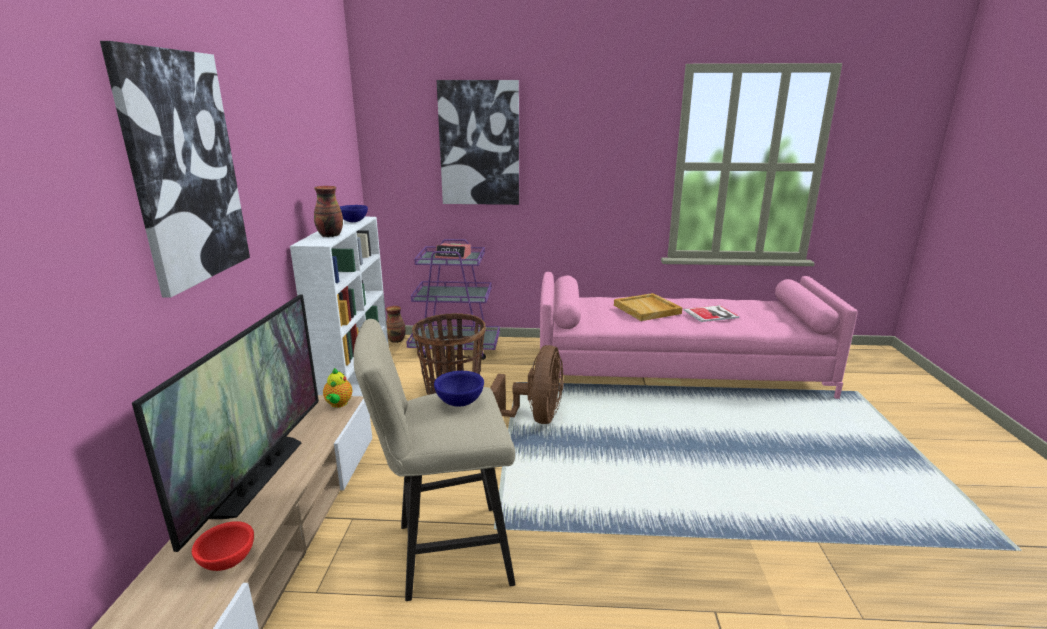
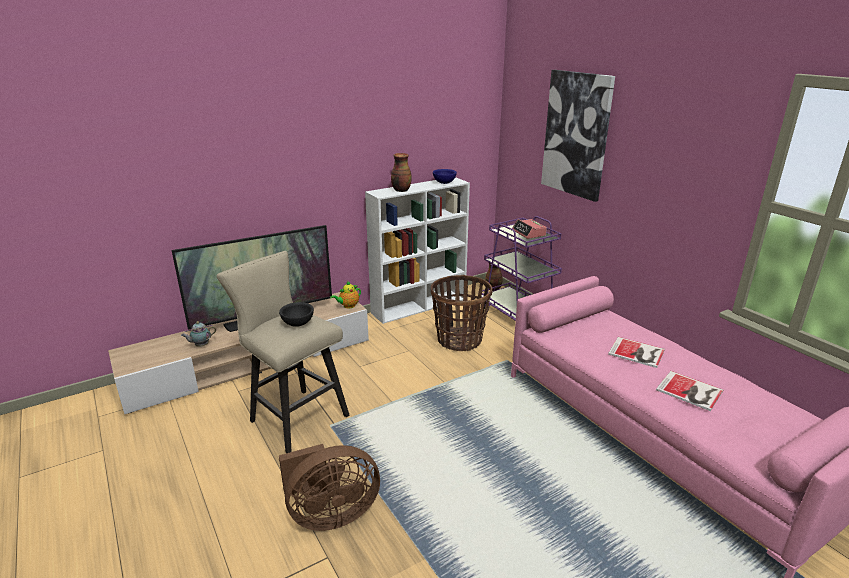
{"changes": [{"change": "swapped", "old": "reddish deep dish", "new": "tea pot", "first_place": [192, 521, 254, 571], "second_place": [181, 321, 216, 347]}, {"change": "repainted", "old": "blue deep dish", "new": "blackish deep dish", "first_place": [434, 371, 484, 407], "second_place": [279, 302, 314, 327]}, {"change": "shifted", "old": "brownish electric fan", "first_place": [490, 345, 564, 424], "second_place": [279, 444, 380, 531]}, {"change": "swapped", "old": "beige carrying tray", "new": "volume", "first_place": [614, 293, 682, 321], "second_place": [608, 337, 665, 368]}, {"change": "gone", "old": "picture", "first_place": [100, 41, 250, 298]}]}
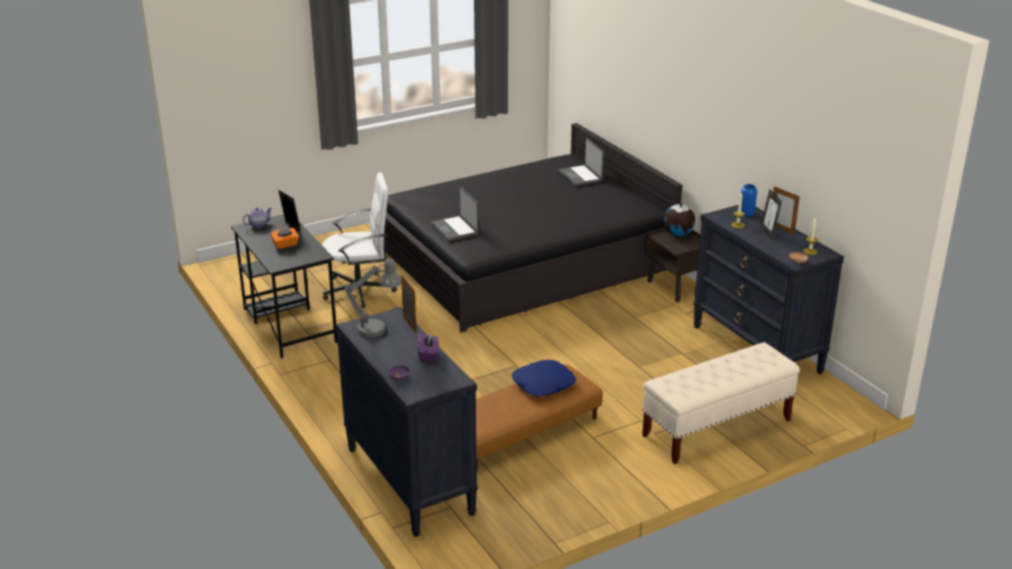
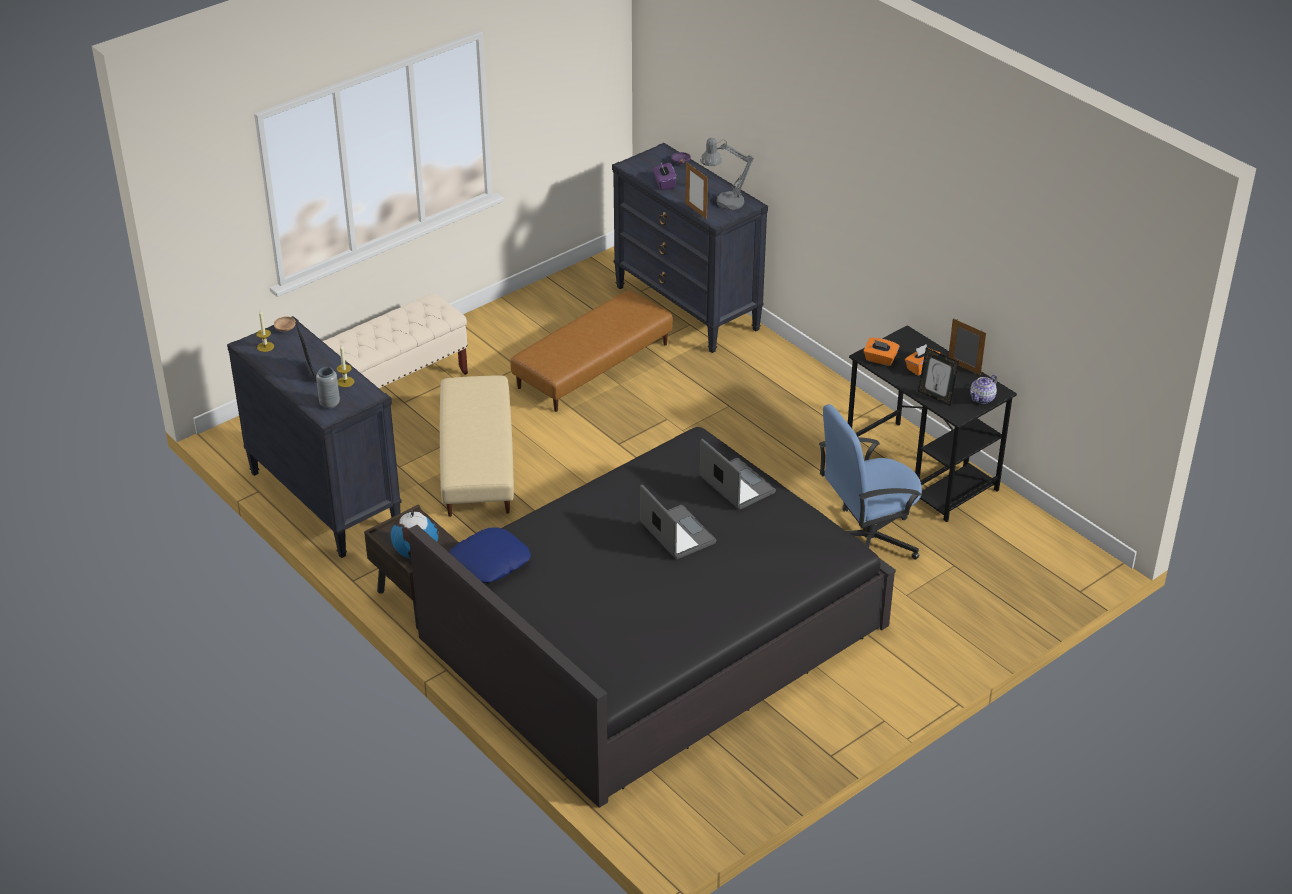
{"changes": [{"change": "repainted", "old": "blue decorative vase", "new": "greyish decorative vase", "first_place": [741, 184, 757, 217], "second_place": [316, 367, 340, 409]}, {"change": "new", "new": "beige ottoman", "second_place": [440, 375, 514, 517]}, {"change": "shifted", "old": "blue throw pillow", "first_place": [512, 360, 576, 397], "second_place": [449, 527, 531, 583]}, {"change": "shifted", "old": "laptop", "first_place": [558, 138, 604, 186], "second_place": [640, 485, 716, 559]}, {"change": "repainted", "old": "white computer chair", "new": "blue computer chair", "first_place": [322, 172, 397, 308], "second_place": [819, 404, 922, 560]}, {"change": "new", "new": "orange-coloured tissue holder", "second_place": [864, 338, 899, 366]}, {"change": "shifted", "old": "picture frame", "first_place": [773, 186, 800, 235], "second_place": [948, 318, 986, 376]}]}
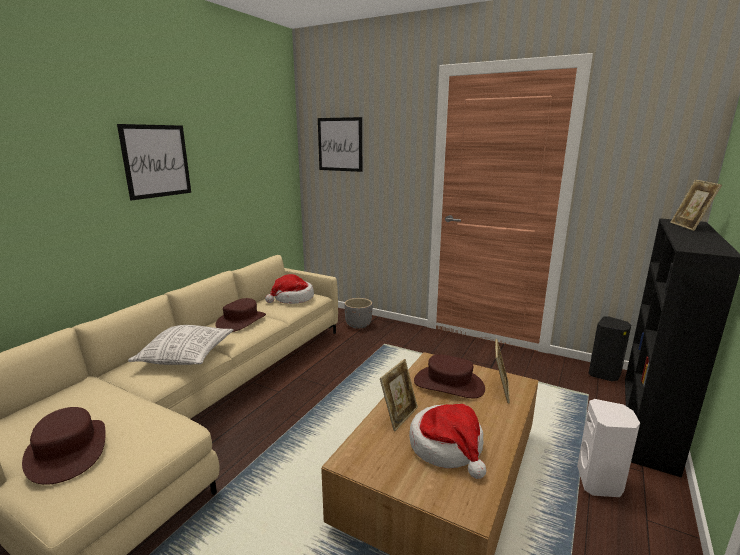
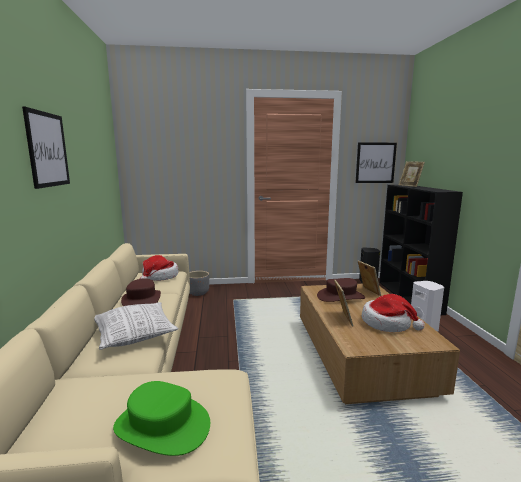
{"changes": [{"change": "repainted", "old": "brownish wearable hat", "new": "green wearable hat", "first_place": [22, 407, 105, 485], "second_place": [113, 381, 210, 456]}, {"change": "shifted", "old": "picture", "first_place": [318, 117, 362, 172], "second_place": [355, 142, 397, 183]}]}
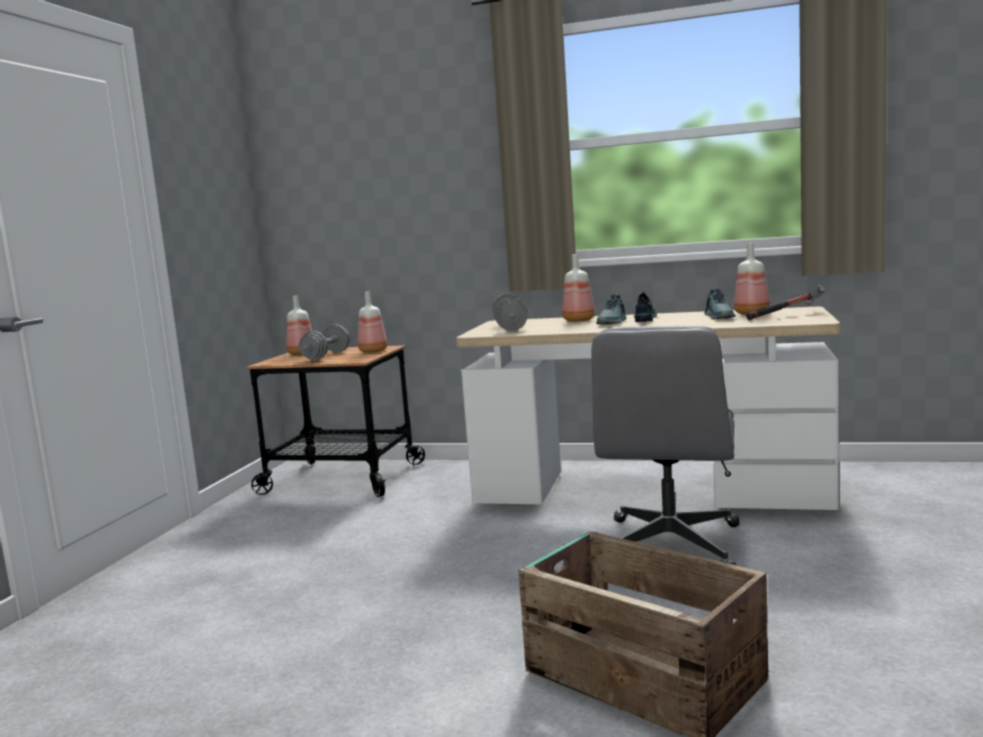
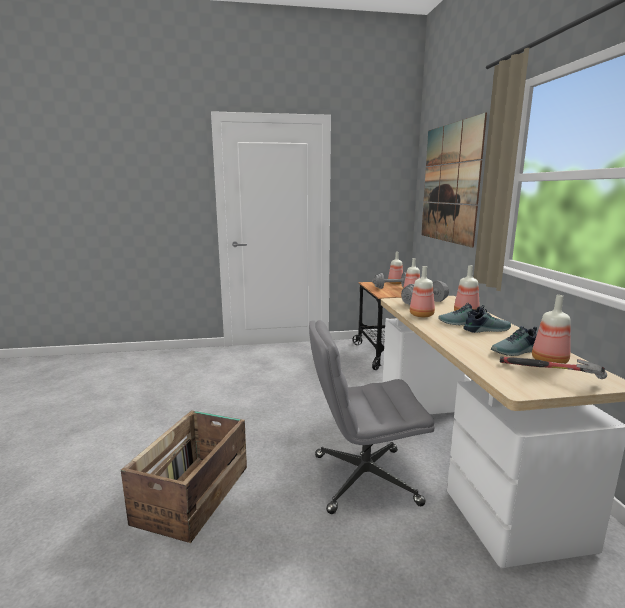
{"changes": [{"change": "new", "new": "drink bottle", "second_place": [410, 266, 435, 317]}, {"change": "new", "new": "picture", "second_place": [421, 112, 487, 248]}]}
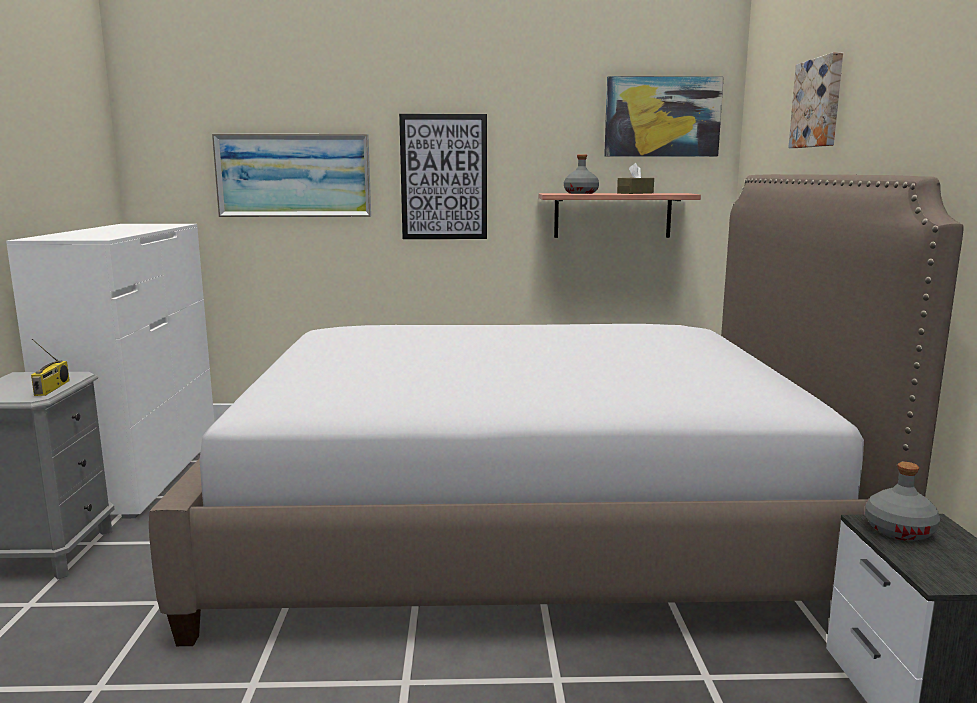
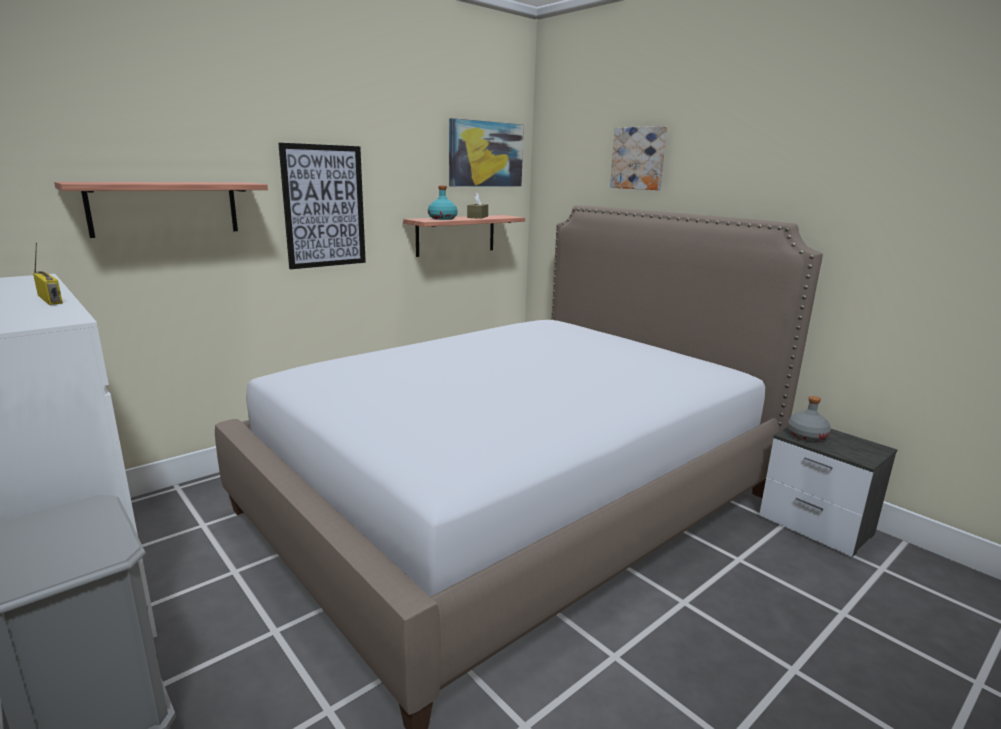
{"changes": [{"change": "shifted", "old": "radio", "first_place": [31, 339, 70, 396], "second_place": [33, 242, 63, 305]}, {"change": "swapped", "old": "picture", "new": "bracket shelf", "first_place": [212, 134, 371, 217], "second_place": [54, 182, 268, 238]}, {"change": "repainted", "old": "greyish drink bottle", "new": "blue-green drink bottle", "first_place": [564, 154, 599, 194], "second_place": [428, 186, 458, 220]}]}
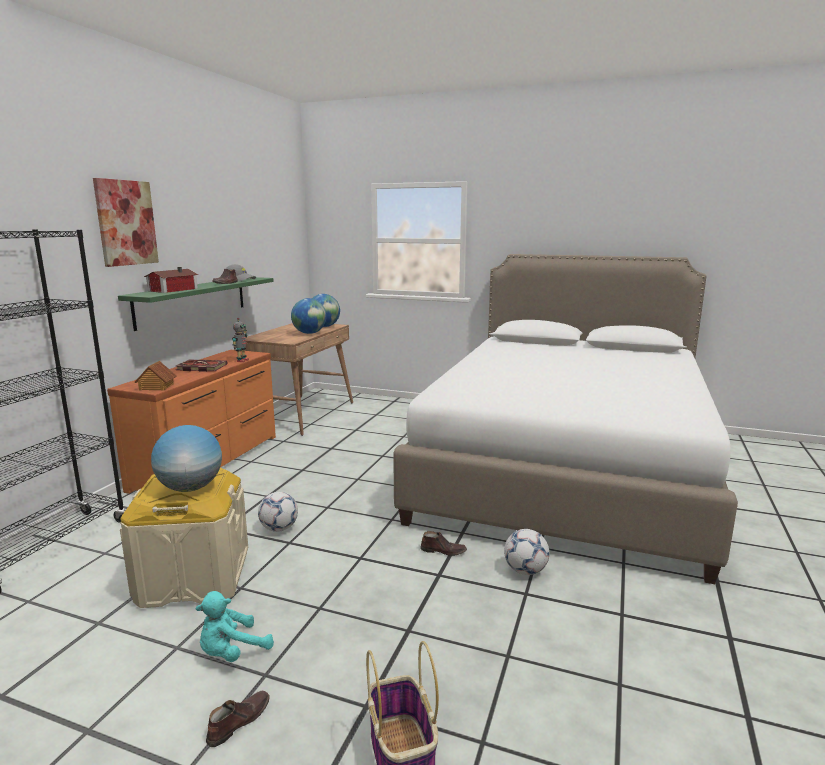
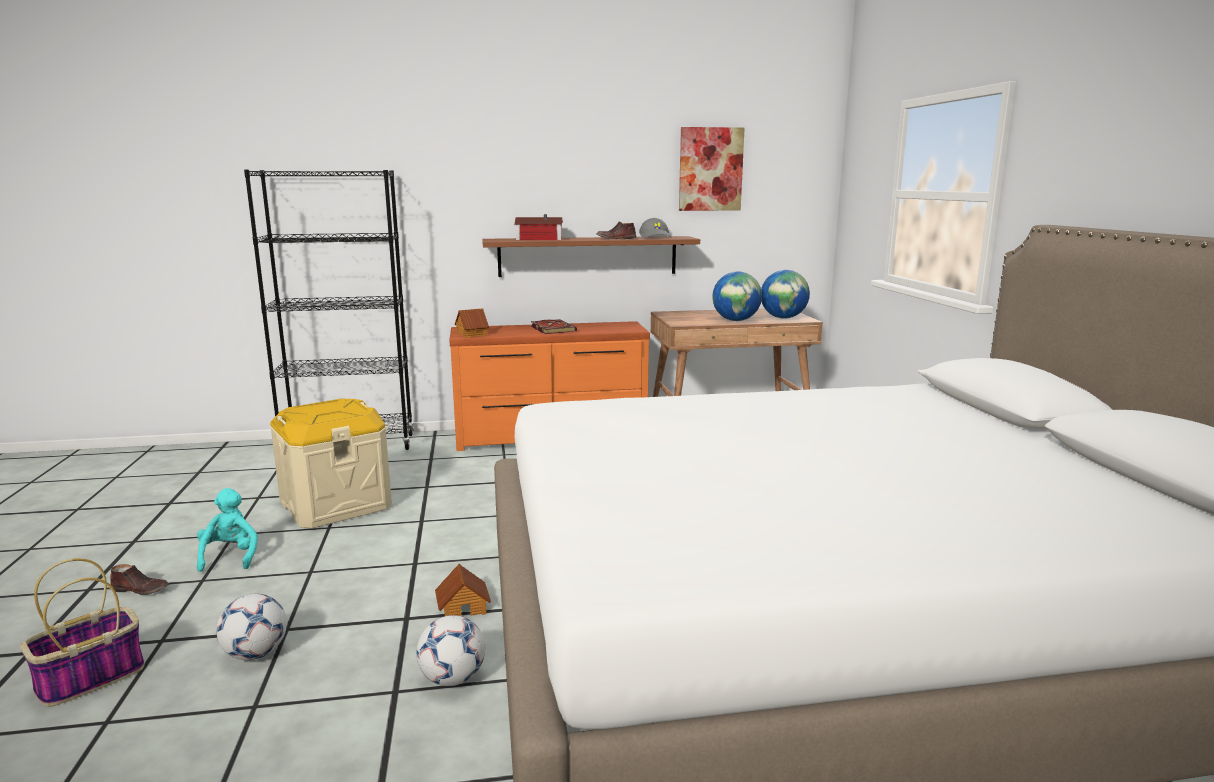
{"changes": [{"change": "rotated", "old": "blue-green soft toy", "first_place": [196, 591, 274, 662], "second_place": [197, 488, 258, 572], "degrees": 60}, {"change": "shifted", "old": "ball for football", "first_place": [258, 492, 298, 532], "second_place": [216, 594, 287, 660]}, {"change": "swapped", "old": "brownish item of footwear", "new": "toy house", "first_place": [420, 531, 467, 556], "second_place": [435, 564, 491, 616]}, {"change": "repainted", "old": "green bracket shelf", "new": "brownish bracket shelf", "first_place": [118, 277, 274, 331], "second_place": [482, 236, 700, 277]}, {"change": "shifted", "old": "picture", "first_place": [93, 178, 159, 267], "second_place": [679, 127, 745, 211]}, {"change": "gone", "old": "world globe", "first_place": [151, 425, 222, 492]}, {"change": "gone", "old": "model robot", "first_place": [232, 317, 249, 362]}]}
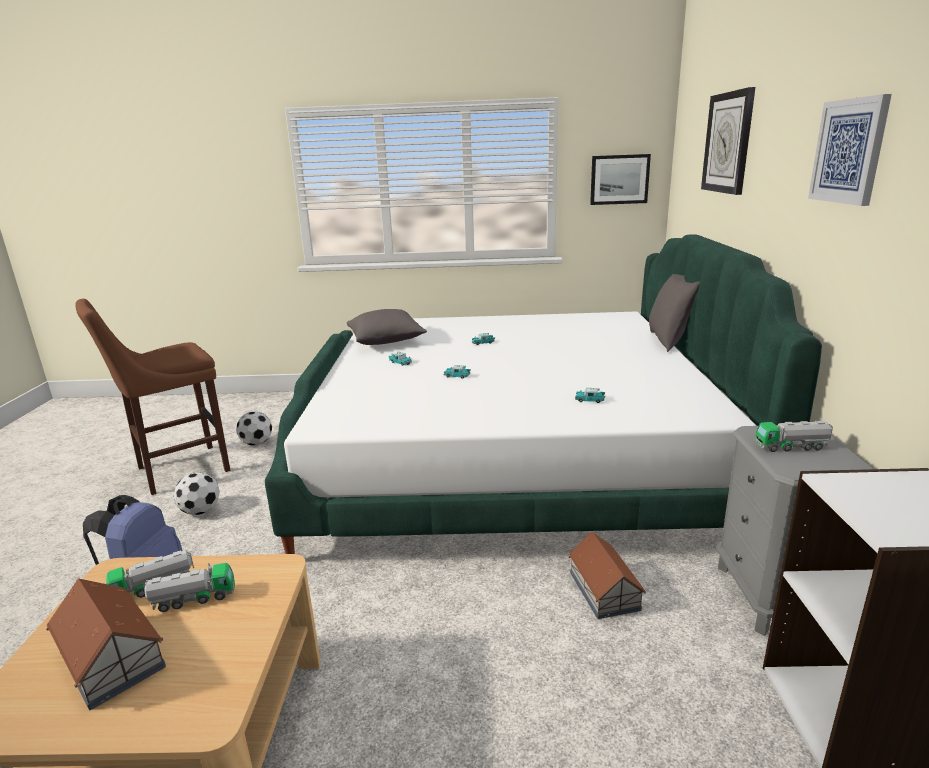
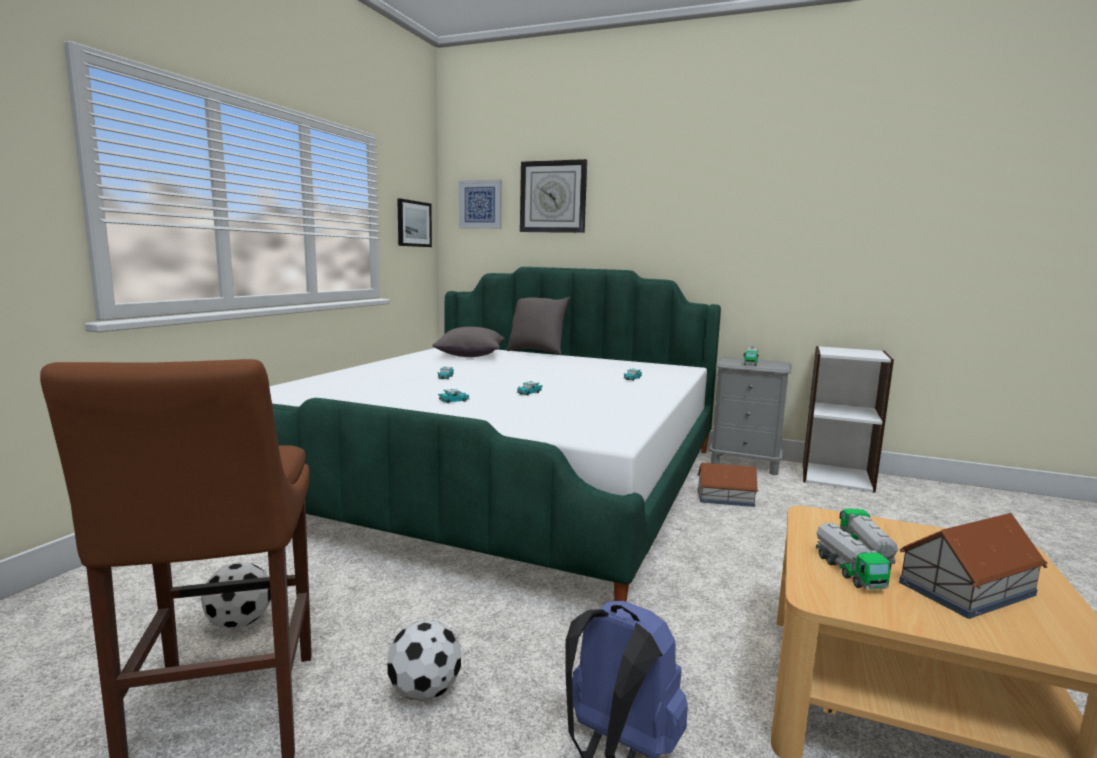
{"changes": [{"change": "shifted", "old": "greyish throw pillow", "first_place": [347, 309, 427, 345], "second_place": [432, 327, 505, 357]}, {"change": "shifted", "old": "picture", "first_place": [808, 94, 892, 206], "second_place": [459, 180, 502, 229]}]}
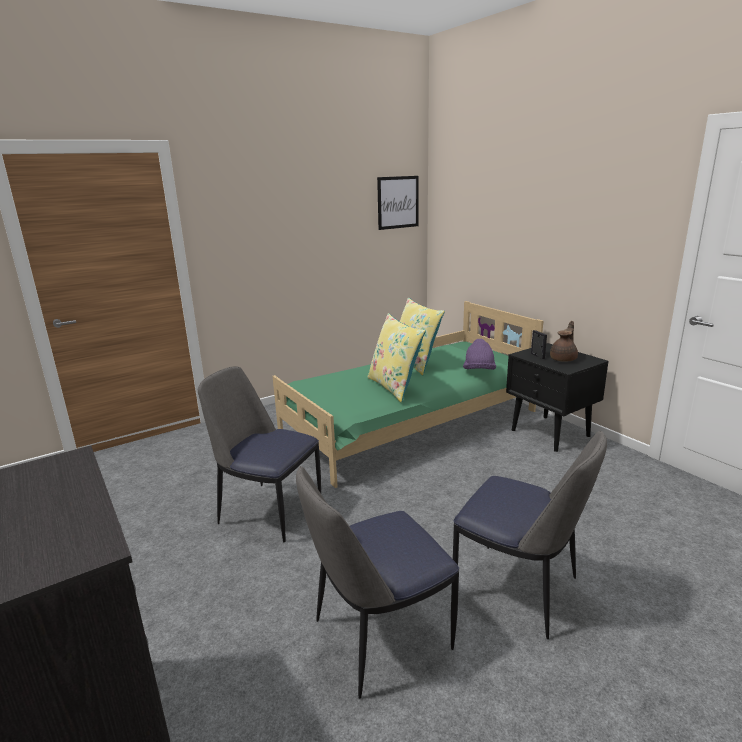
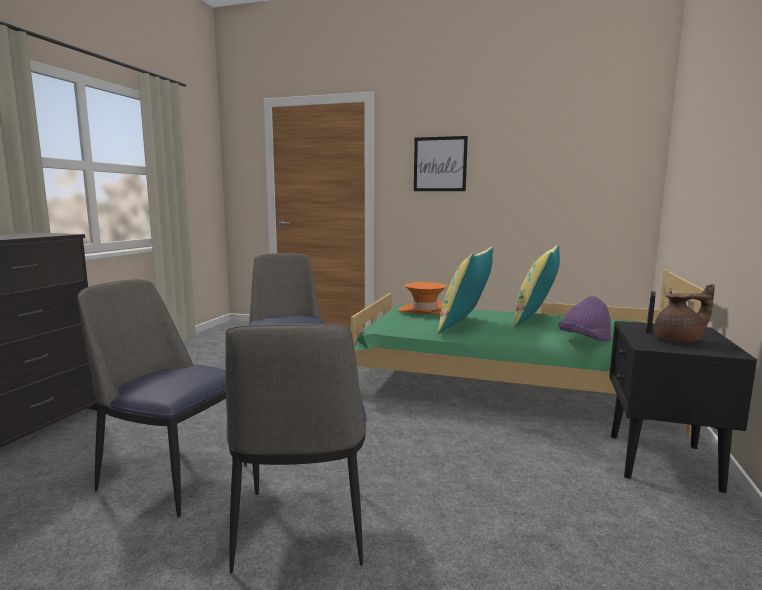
{"changes": [{"change": "new", "new": "orange-coloured wearable hat", "second_place": [398, 282, 447, 315]}, {"change": "shifted", "old": "picture", "first_place": [377, 176, 419, 230], "second_place": [414, 136, 468, 191]}]}
